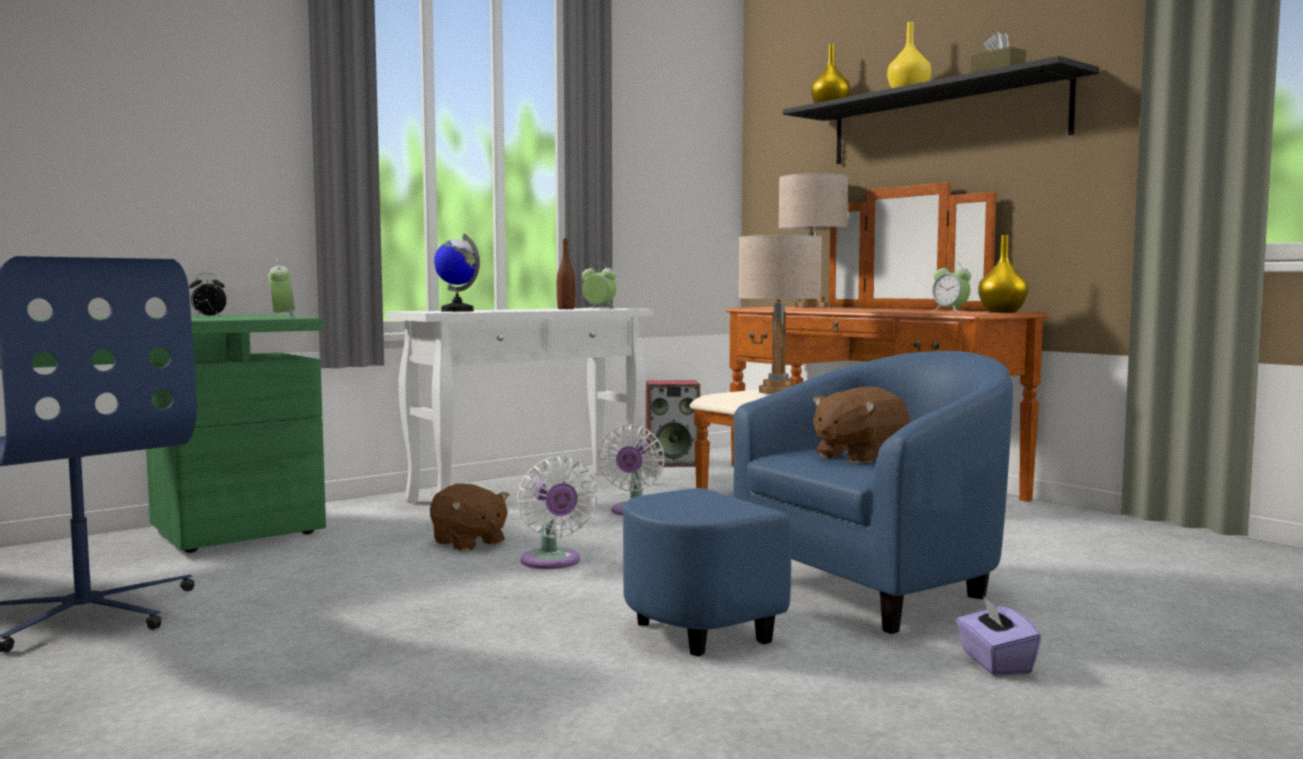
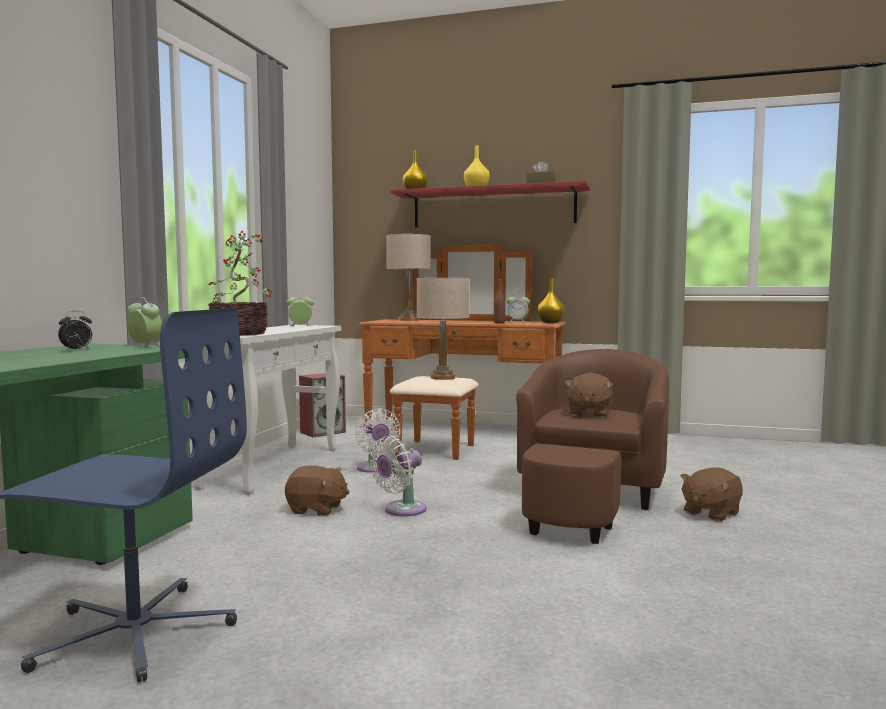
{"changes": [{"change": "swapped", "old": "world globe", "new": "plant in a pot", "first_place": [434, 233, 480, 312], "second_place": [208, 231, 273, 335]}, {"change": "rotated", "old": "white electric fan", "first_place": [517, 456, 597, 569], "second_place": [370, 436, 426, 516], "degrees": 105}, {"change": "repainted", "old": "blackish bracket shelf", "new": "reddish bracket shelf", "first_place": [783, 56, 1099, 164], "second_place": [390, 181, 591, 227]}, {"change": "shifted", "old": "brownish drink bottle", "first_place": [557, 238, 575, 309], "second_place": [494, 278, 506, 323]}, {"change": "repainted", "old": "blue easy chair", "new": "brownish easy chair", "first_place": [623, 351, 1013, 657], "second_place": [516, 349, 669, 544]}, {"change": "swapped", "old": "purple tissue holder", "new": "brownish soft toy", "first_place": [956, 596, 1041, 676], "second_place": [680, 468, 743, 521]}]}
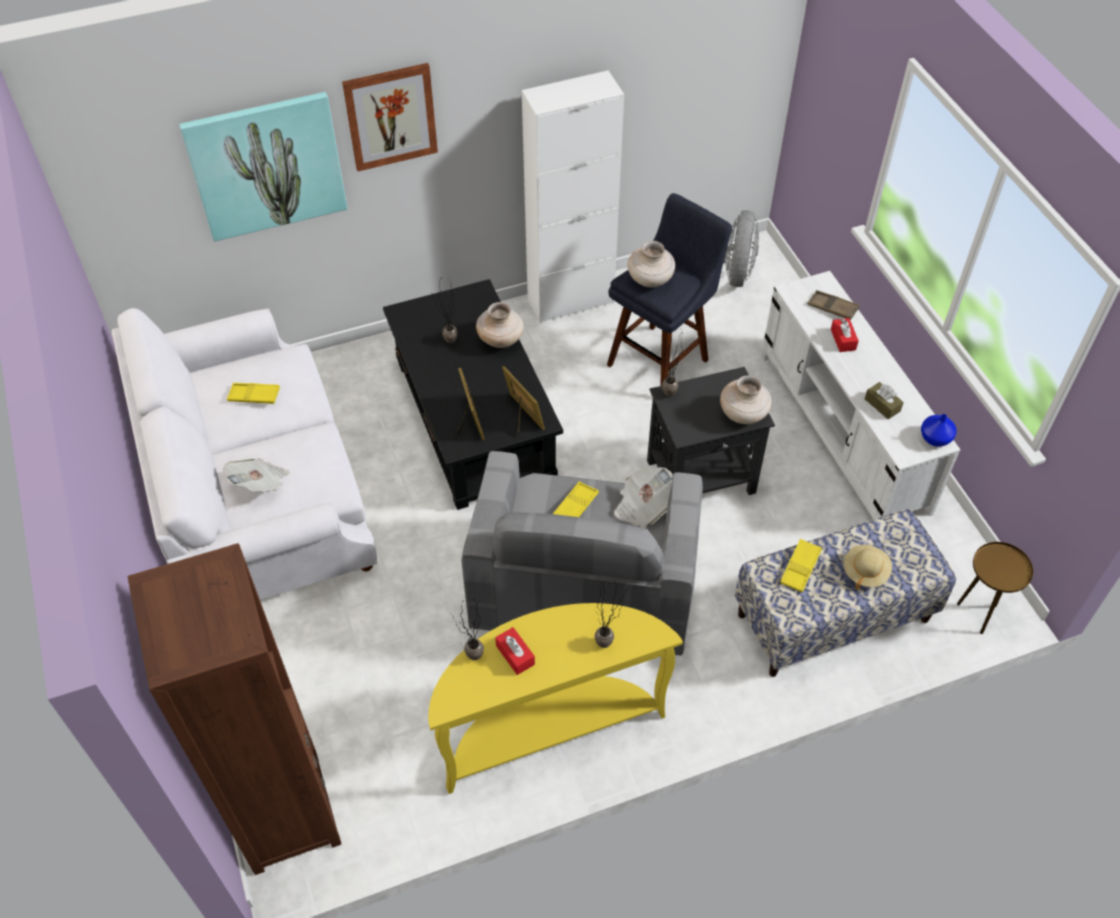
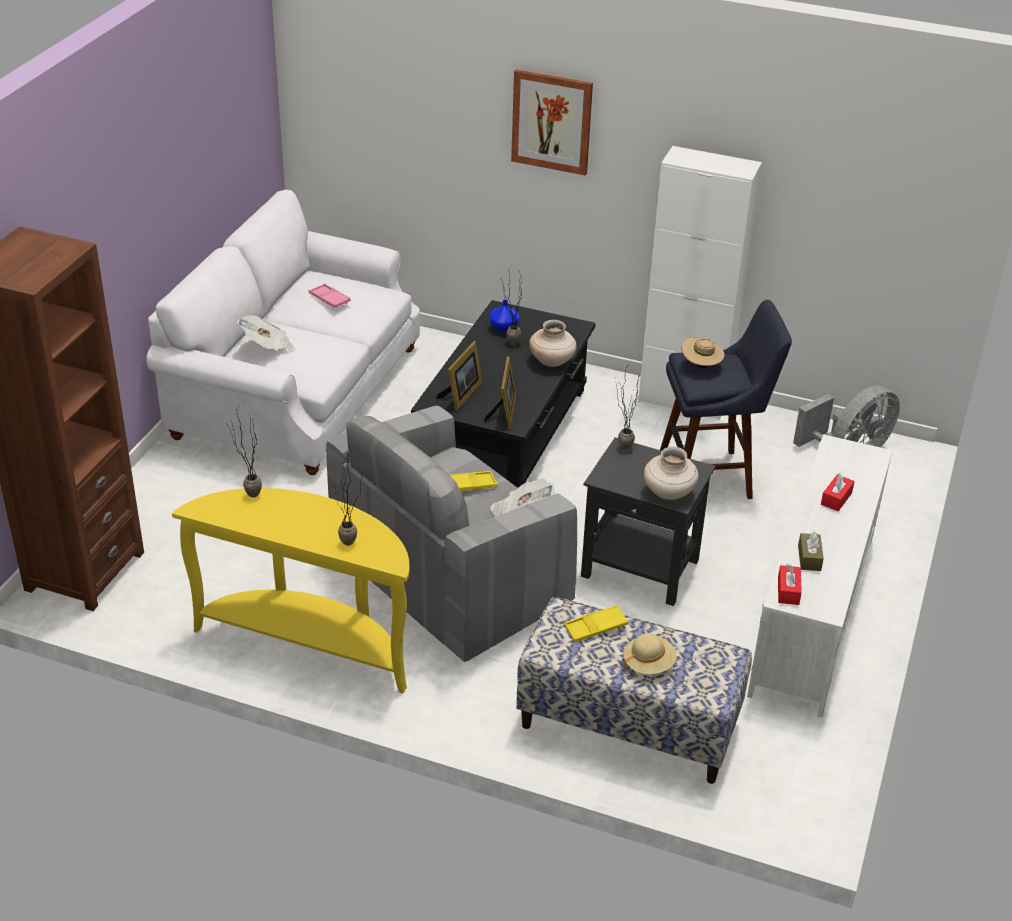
{"changes": [{"change": "repainted", "old": "yellow-coloured carrying tray", "new": "pink-coloured carrying tray", "first_place": [227, 383, 280, 404], "second_place": [309, 284, 351, 308]}, {"change": "shifted", "old": "blue decorative vase", "first_place": [921, 414, 957, 447], "second_place": [489, 300, 520, 332]}, {"change": "swapped", "old": "beige decorative vase", "new": "beige wearable hat", "first_place": [628, 241, 675, 287], "second_place": [682, 337, 725, 368]}, {"change": "shifted", "old": "reddish tissue holder", "first_place": [495, 627, 535, 675], "second_place": [778, 564, 802, 605]}, {"change": "gone", "old": "picture", "first_place": [179, 92, 347, 241]}, {"change": "gone", "old": "brownish carrying tray", "first_place": [807, 290, 860, 320]}, {"change": "gone", "old": "brownish side table", "first_place": [957, 542, 1033, 634]}]}
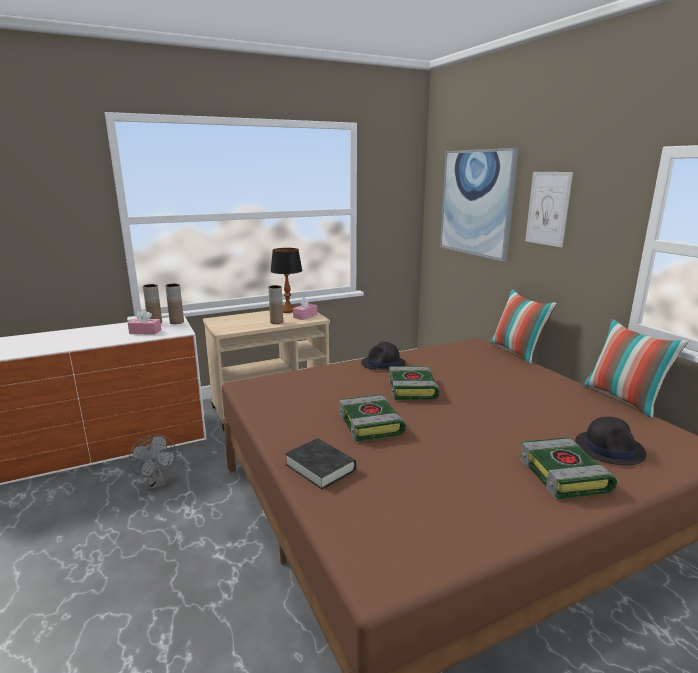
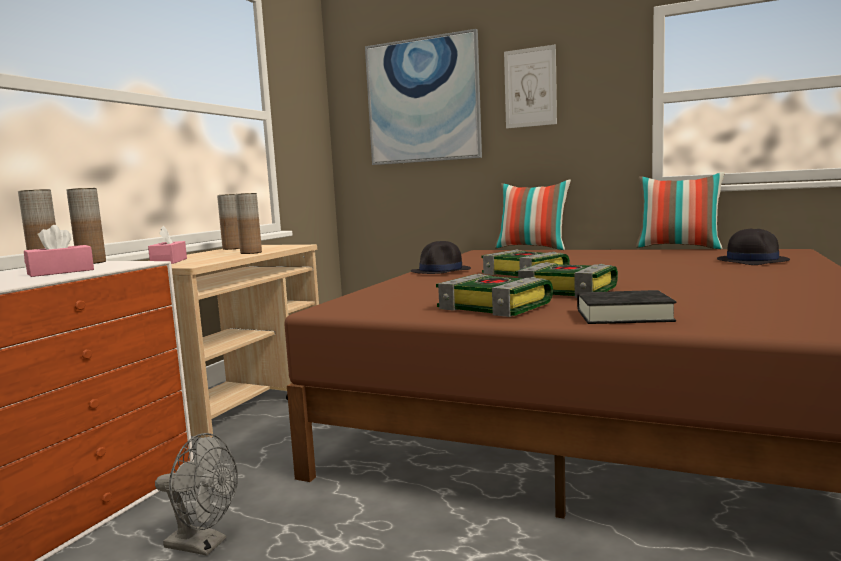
{"changes": [{"change": "shifted", "old": "pink-coloured tissue holder", "first_place": [293, 297, 317, 320], "second_place": [148, 226, 187, 264]}, {"change": "swapped", "old": "lamp for a table", "new": "brownish decorative vase", "first_place": [270, 248, 303, 313], "second_place": [217, 194, 240, 250]}, {"change": "shifted", "old": "volume", "first_place": [520, 438, 617, 499], "second_place": [436, 274, 553, 317]}]}
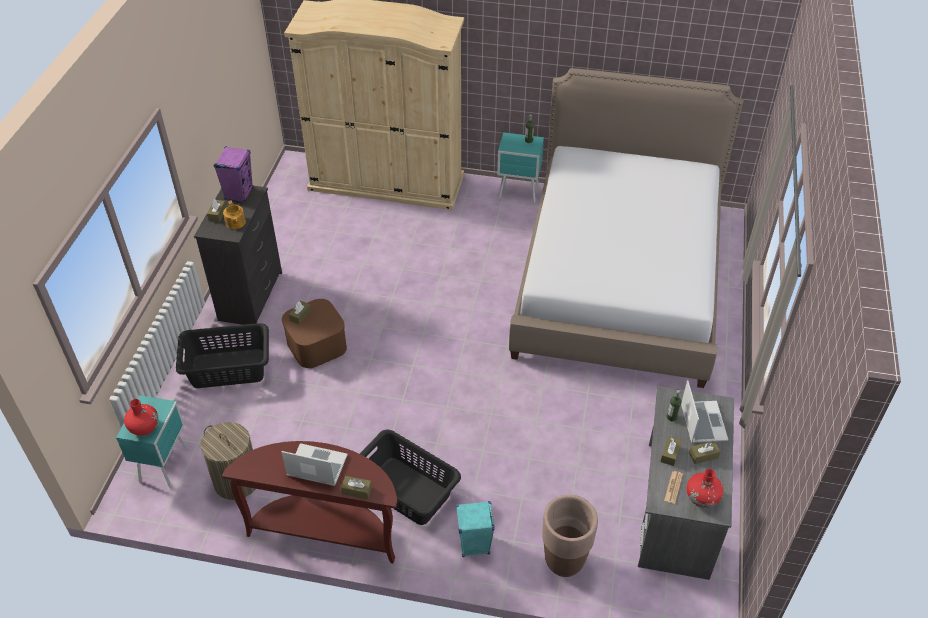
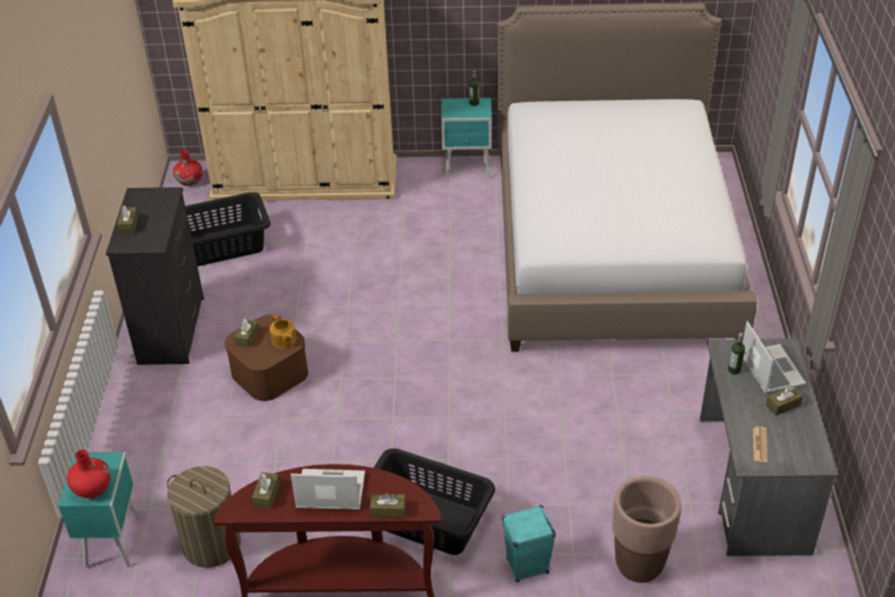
{"changes": [{"change": "shifted", "old": "reddish decorative vase", "first_place": [687, 469, 723, 508], "second_place": [173, 150, 203, 186]}, {"change": "shifted", "old": "blackish washing basket", "first_place": [176, 323, 269, 388], "second_place": [185, 192, 271, 266]}, {"change": "shifted", "old": "brownish tissue holder", "first_place": [660, 436, 682, 466], "second_place": [252, 472, 280, 509]}, {"change": "shifted", "old": "tea pot", "first_place": [223, 200, 246, 229], "second_place": [270, 314, 296, 349]}, {"change": "gone", "old": "purple loudspeaker", "first_place": [214, 146, 253, 202]}]}
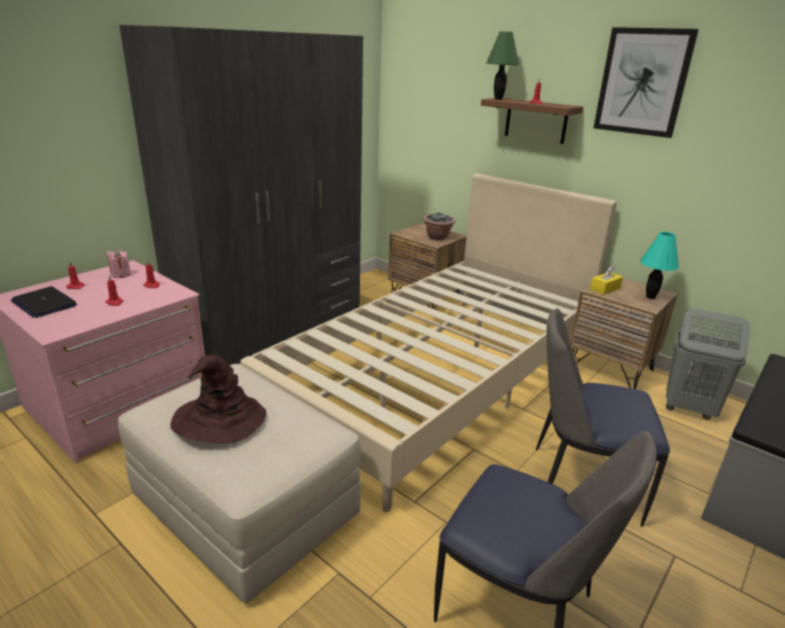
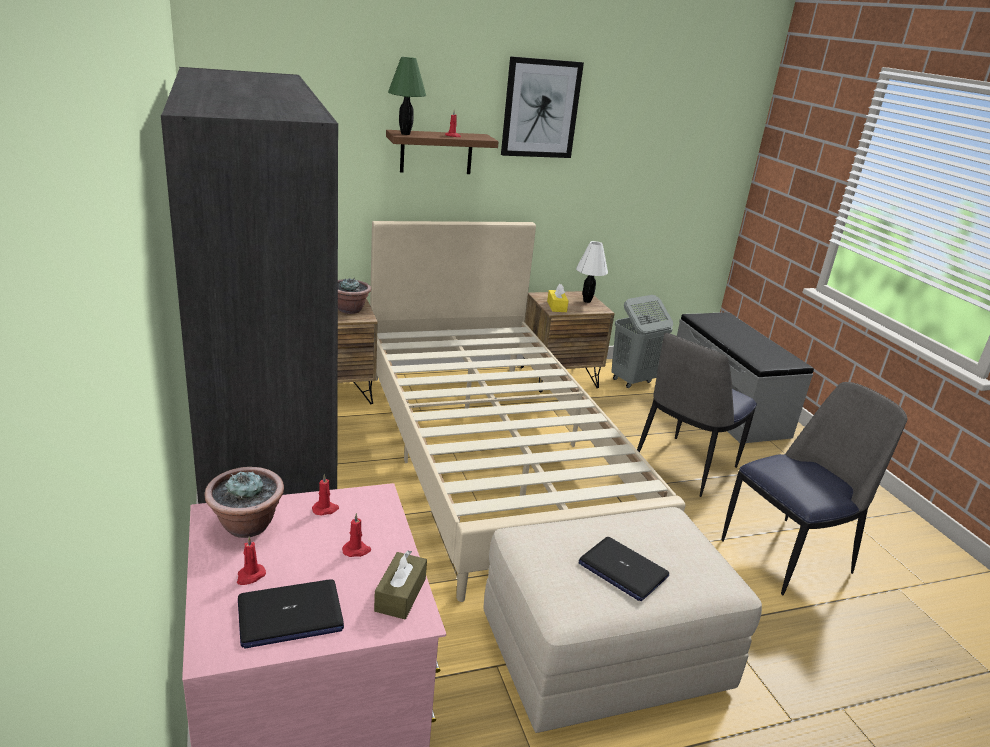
{"changes": [{"change": "swapped", "old": "pink-coloured wax candle", "new": "plant in a pot", "first_place": [107, 250, 131, 278], "second_place": [204, 467, 284, 538]}, {"change": "new", "new": "brownish tissue holder", "second_place": [374, 550, 427, 619]}, {"change": "repainted", "old": "blue-green lamp for a table", "new": "white lamp for a table", "first_place": [640, 232, 679, 299], "second_place": [576, 241, 608, 303]}, {"change": "swapped", "old": "brownish wearable hat", "new": "laptop", "first_place": [171, 355, 266, 444], "second_place": [579, 537, 669, 601]}]}
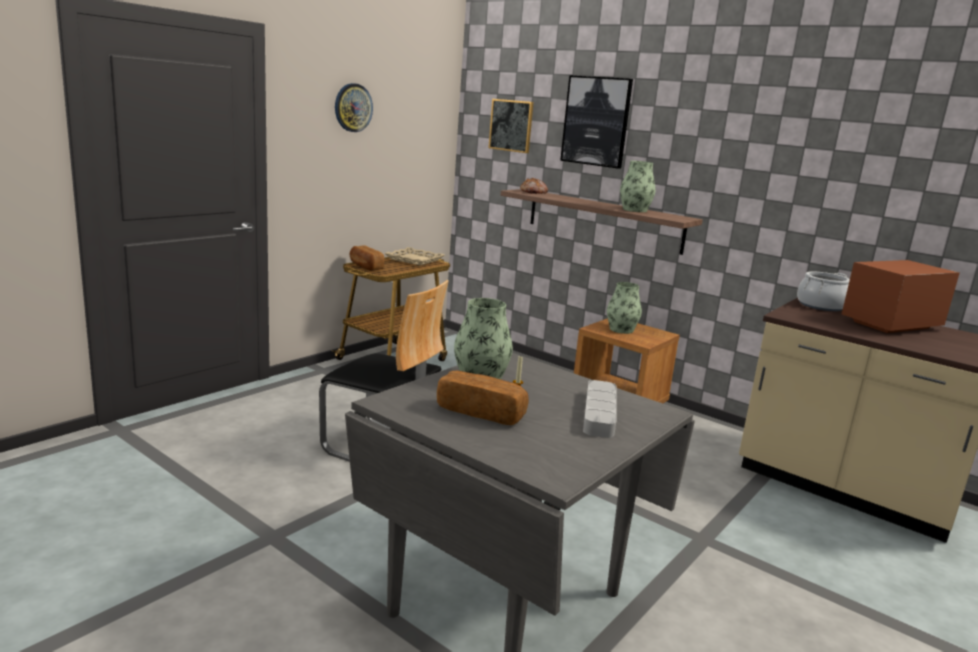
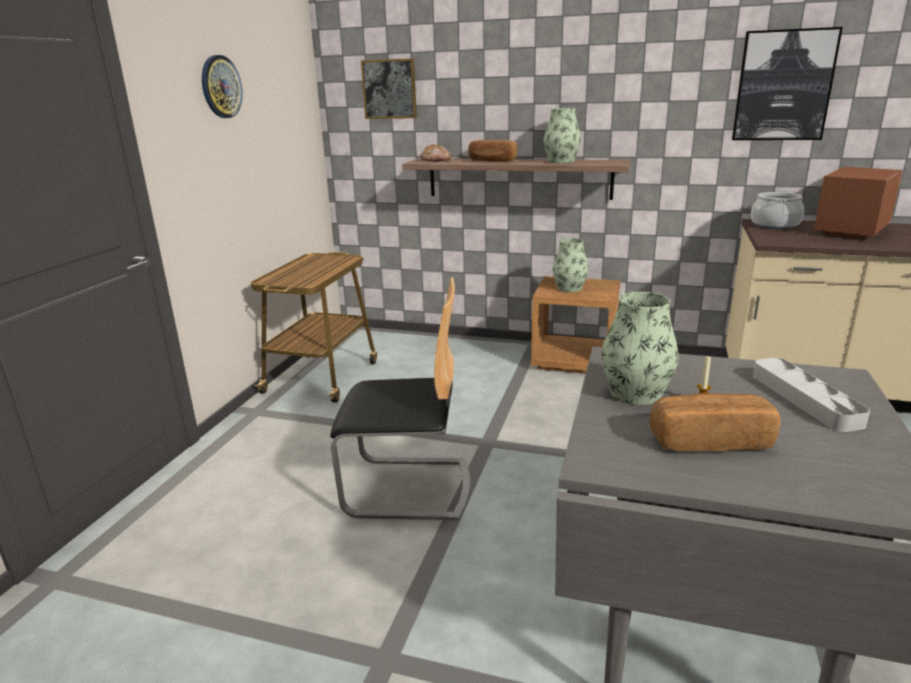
{"changes": [{"change": "shifted", "old": "bakery bread", "first_place": [350, 245, 384, 270], "second_place": [468, 140, 517, 162]}, {"change": "shifted", "old": "picture", "first_place": [560, 75, 633, 169], "second_place": [732, 27, 843, 140]}, {"change": "gone", "old": "beige carrying tray", "first_place": [384, 247, 445, 265]}]}
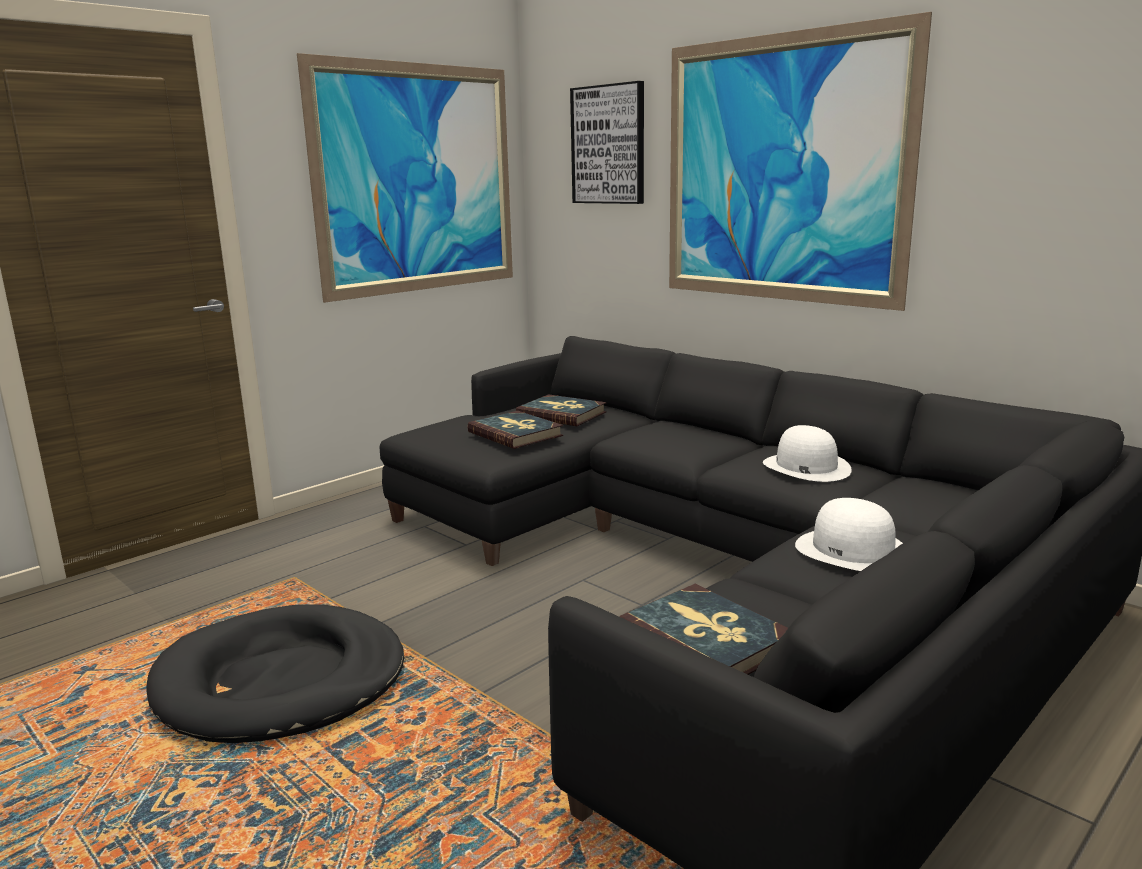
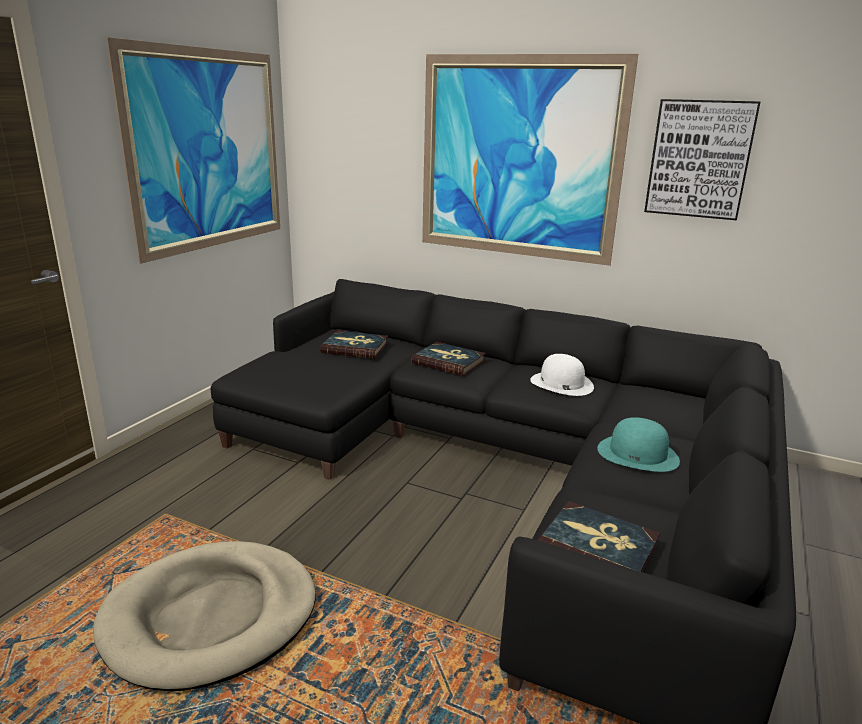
{"changes": [{"change": "repainted", "old": "blackish pet bed", "new": "beige pet bed", "first_place": [146, 605, 404, 743], "second_place": [93, 541, 316, 691]}, {"change": "shifted", "old": "volume", "first_place": [467, 411, 563, 449], "second_place": [411, 342, 486, 376]}, {"change": "repainted", "old": "white wearable hat", "new": "blue-green wearable hat", "first_place": [795, 498, 903, 571], "second_place": [597, 417, 680, 472]}, {"change": "shifted", "old": "picture", "first_place": [570, 81, 644, 204], "second_place": [644, 99, 760, 220]}]}
